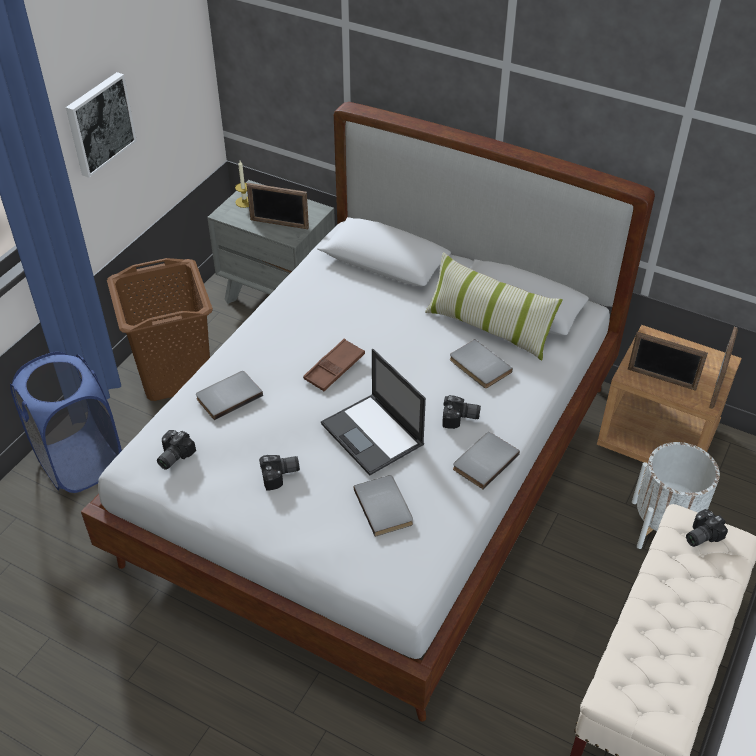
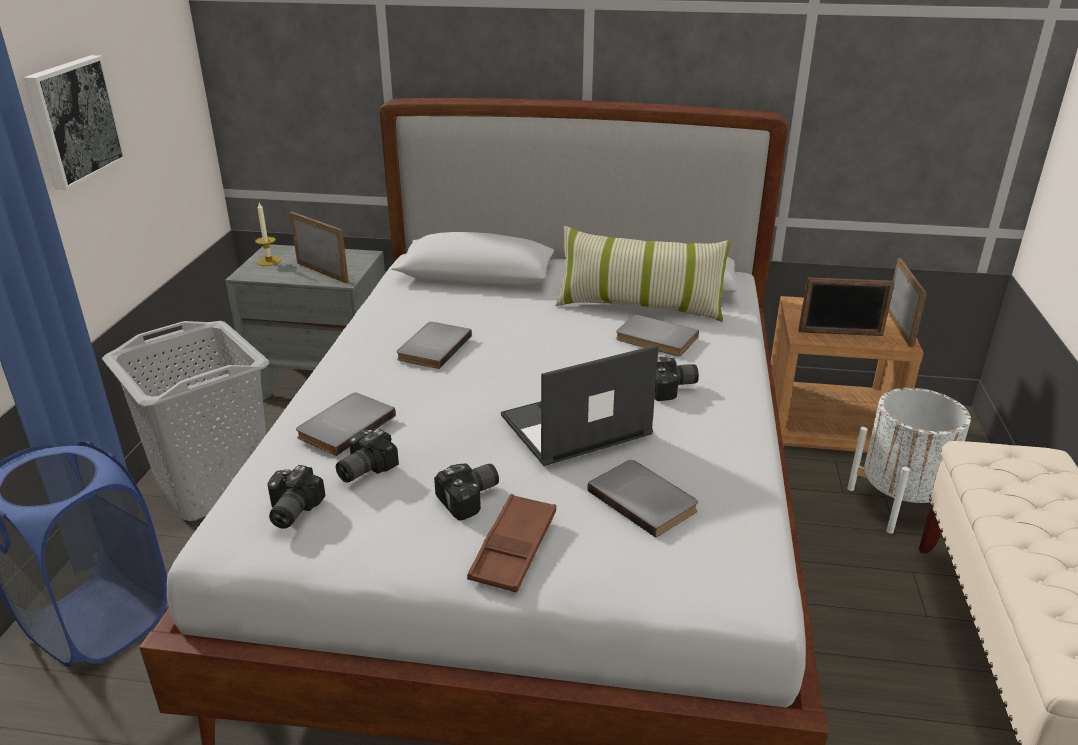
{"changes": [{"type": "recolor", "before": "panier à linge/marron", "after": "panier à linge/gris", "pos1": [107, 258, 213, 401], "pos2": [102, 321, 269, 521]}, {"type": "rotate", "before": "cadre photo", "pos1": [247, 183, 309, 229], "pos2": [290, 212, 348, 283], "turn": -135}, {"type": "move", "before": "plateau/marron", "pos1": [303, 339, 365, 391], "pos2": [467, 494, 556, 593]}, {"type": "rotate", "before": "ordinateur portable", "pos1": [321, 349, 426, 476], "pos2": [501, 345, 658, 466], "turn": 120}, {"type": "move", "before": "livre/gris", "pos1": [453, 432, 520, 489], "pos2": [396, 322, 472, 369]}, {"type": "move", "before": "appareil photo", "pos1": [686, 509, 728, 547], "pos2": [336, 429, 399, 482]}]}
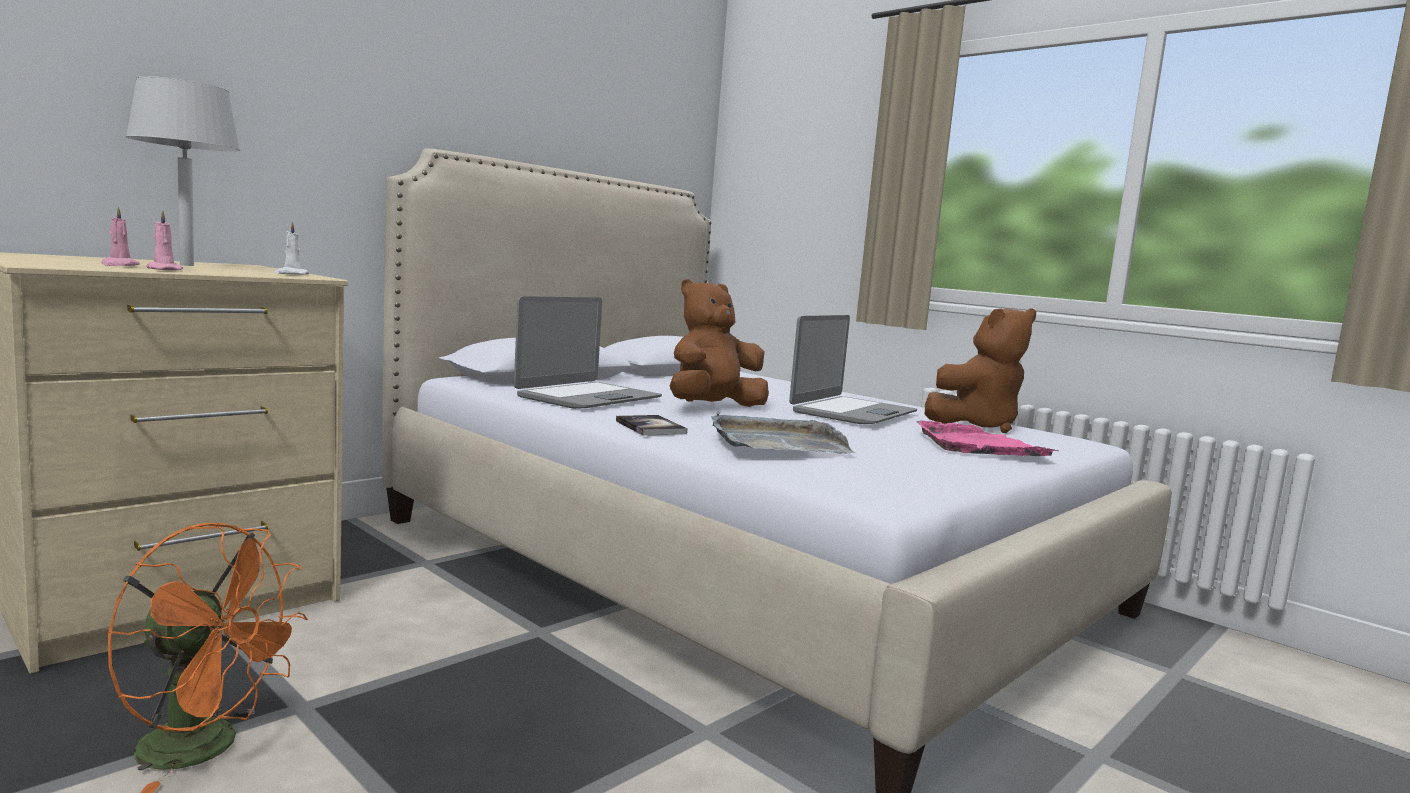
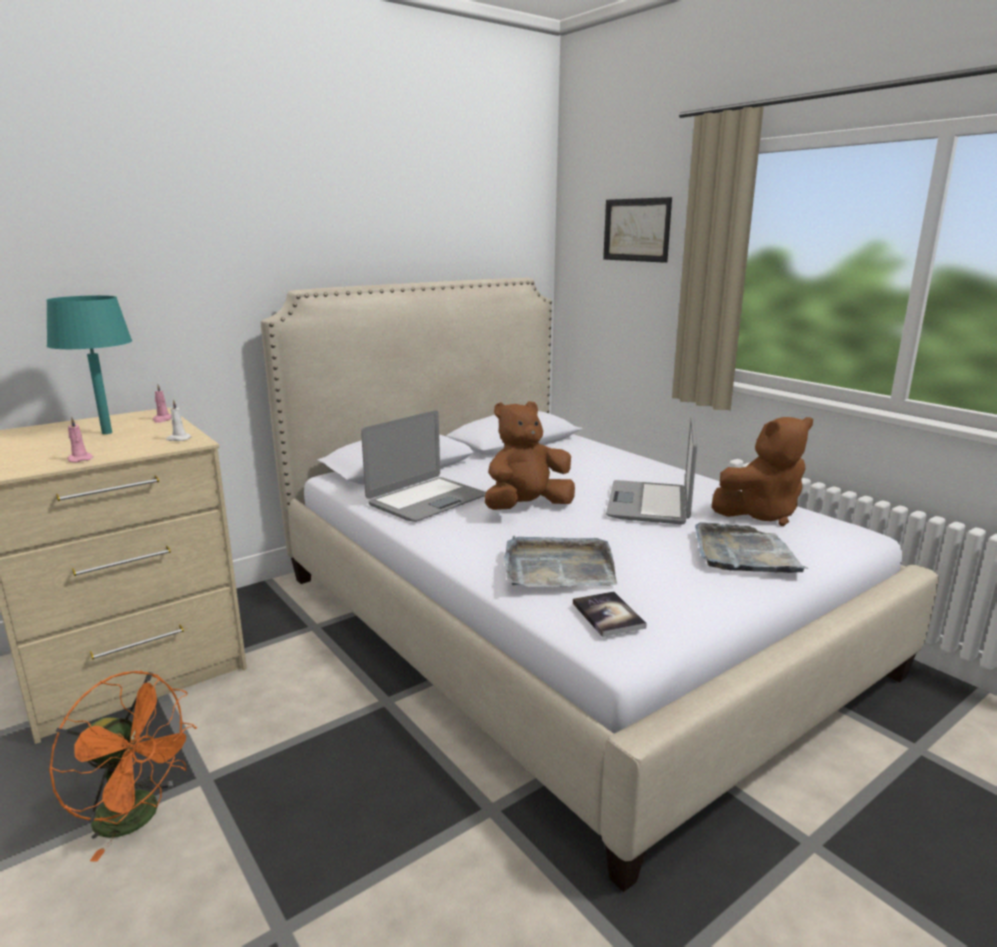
{"changes": [{"type": "move", "before": "bougie/rose", "pos1": [101, 207, 140, 266], "pos2": [152, 385, 172, 423]}, {"type": "recolor", "before": "lampe de table/gris", "after": "lampe de table/turquoise", "pos1": [126, 76, 240, 266], "pos2": [46, 295, 132, 434]}, {"type": "move", "before": "livre", "pos1": [616, 415, 687, 436], "pos2": [573, 592, 647, 637]}, {"type": "rotate", "before": "ordinateur portable", "pos1": [789, 315, 917, 424], "pos2": [606, 417, 697, 524], "turn": 150}, {"type": "recolor", "before": "plateau/rose", "after": "plateau/gris", "pos1": [916, 420, 1058, 456], "pos2": [695, 522, 808, 573]}, {"type": "insert", "after": "tableau", "pos2": [603, 197, 672, 263]}]}
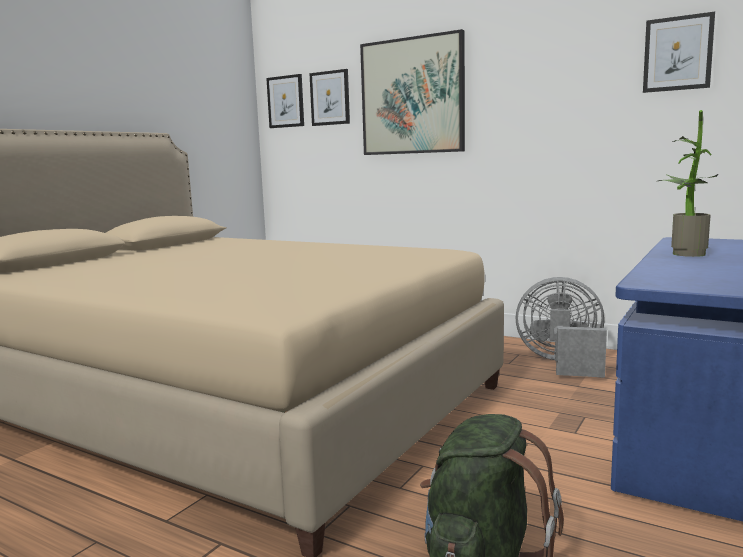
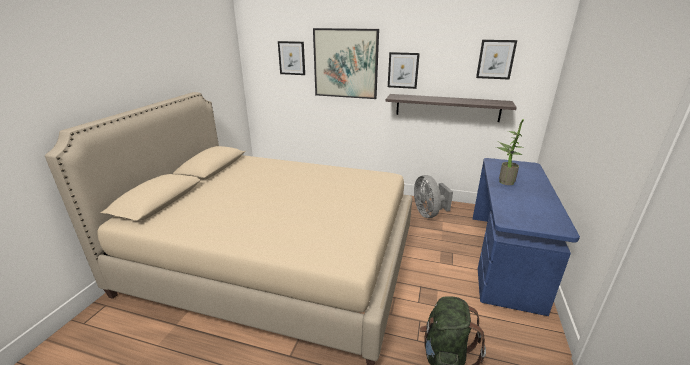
{"changes": [{"type": "move", "before": "tableau", "pos1": [266, 74, 304, 128], "pos2": [388, 52, 420, 89]}, {"type": "rotate", "before": "ventilateur/gris", "pos1": [516, 277, 607, 378], "pos2": [414, 175, 453, 218], "turn": -105}, {"type": "insert", "after": "étagère", "pos2": [386, 94, 517, 122]}]}
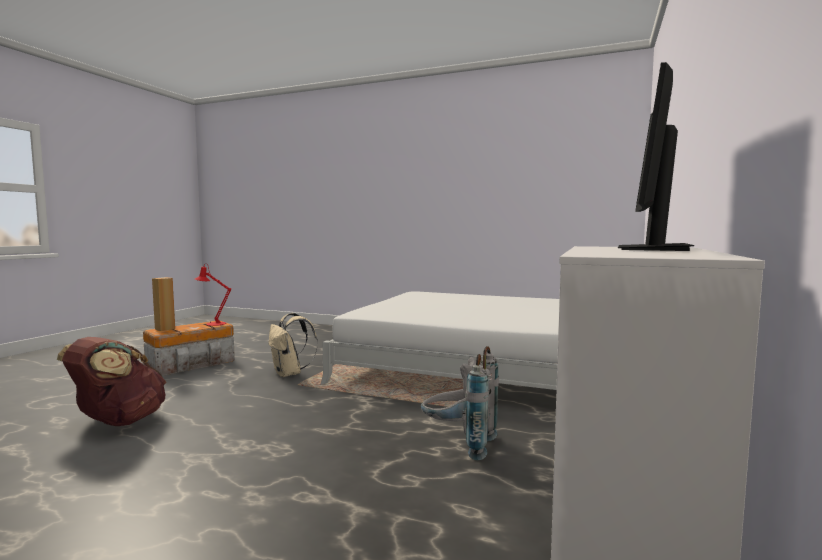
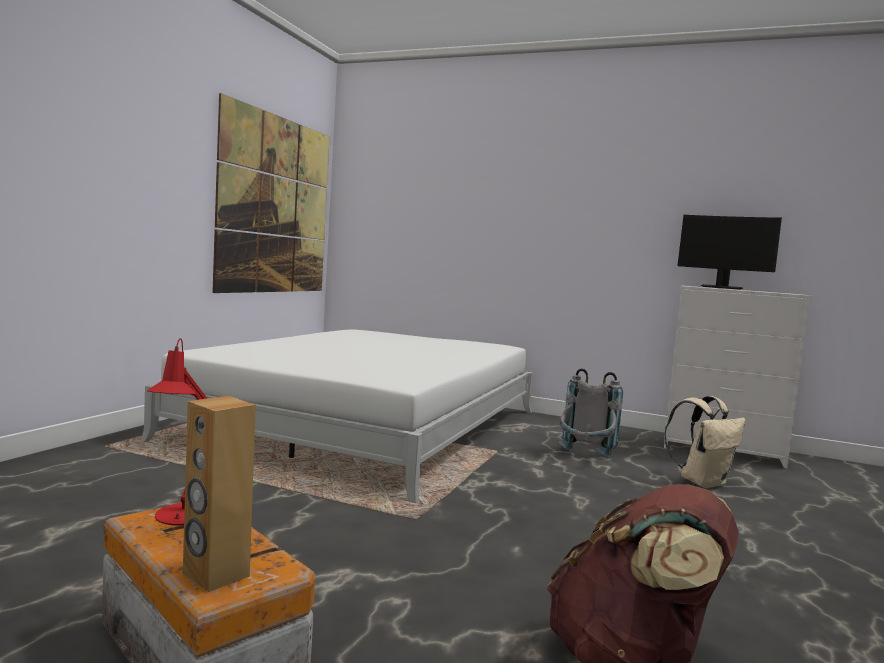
{"changes": [{"type": "move", "before": "sac à dos/beige", "pos1": [269, 313, 318, 377], "pos2": [664, 396, 746, 489]}, {"type": "insert", "after": "tableau", "pos2": [212, 93, 330, 293]}]}
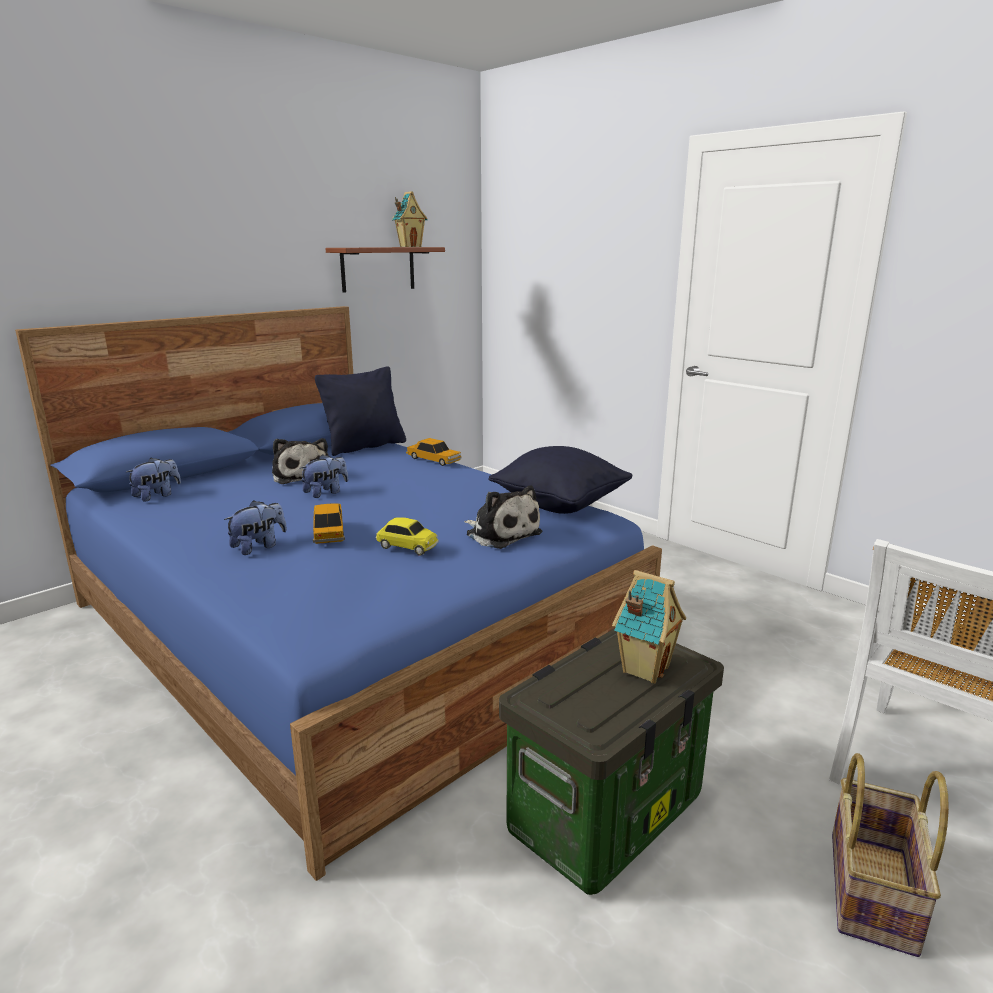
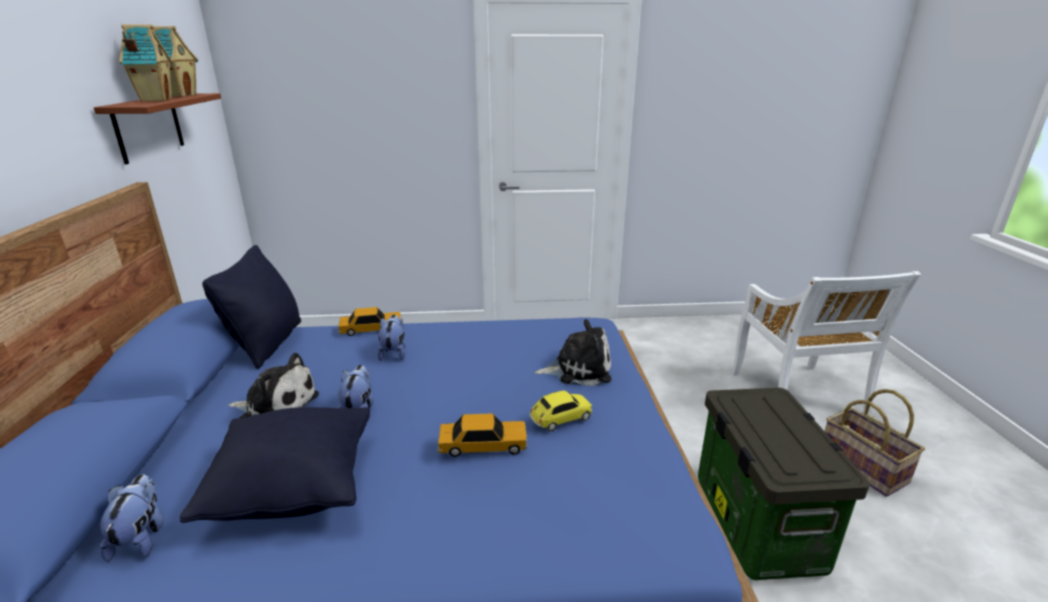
{"changes": [{"type": "move", "before": "peluche", "pos1": [224, 500, 287, 555], "pos2": [377, 315, 406, 361]}, {"type": "rotate", "before": "petite voiture", "pos1": [313, 503, 345, 544], "pos2": [438, 414, 527, 457], "turn": 150}, {"type": "move", "before": "coussin/noir", "pos1": [488, 446, 633, 514], "pos2": [180, 407, 370, 523]}, {"type": "move", "before": "maison miniature", "pos1": [612, 570, 686, 683], "pos2": [119, 24, 172, 101]}]}
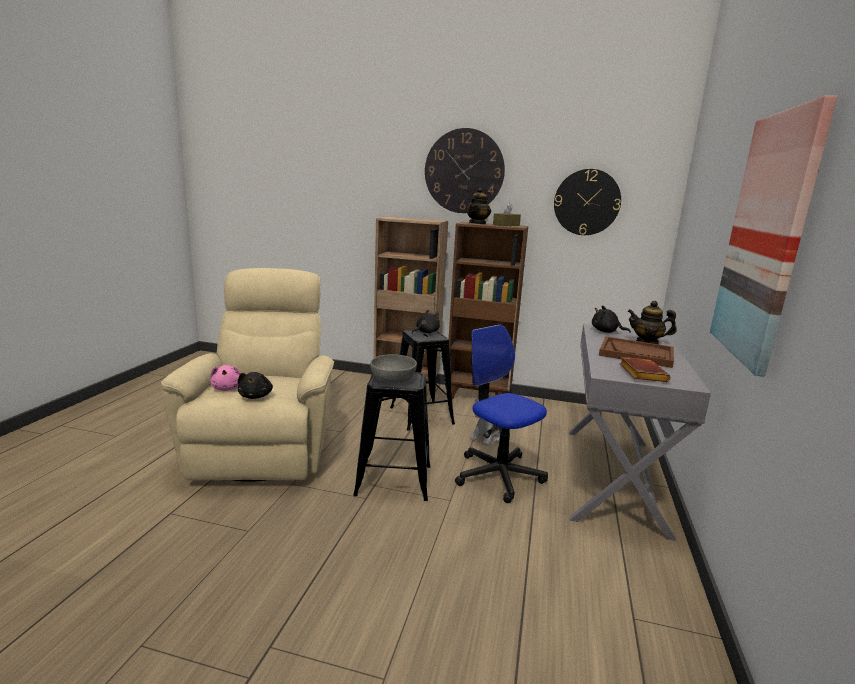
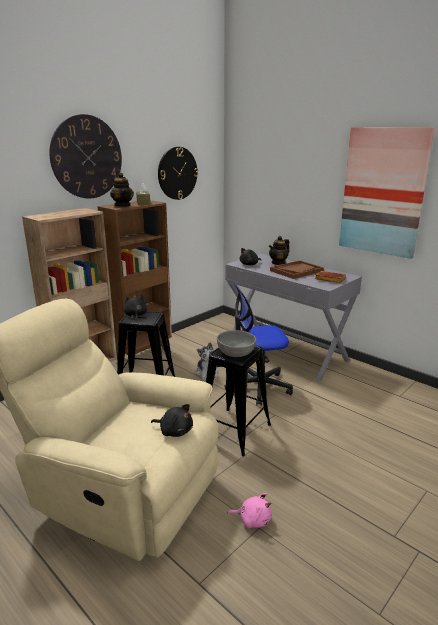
{"changes": [{"type": "move", "before": "peluche/rose", "pos1": [210, 365, 241, 391], "pos2": [228, 493, 272, 528]}]}
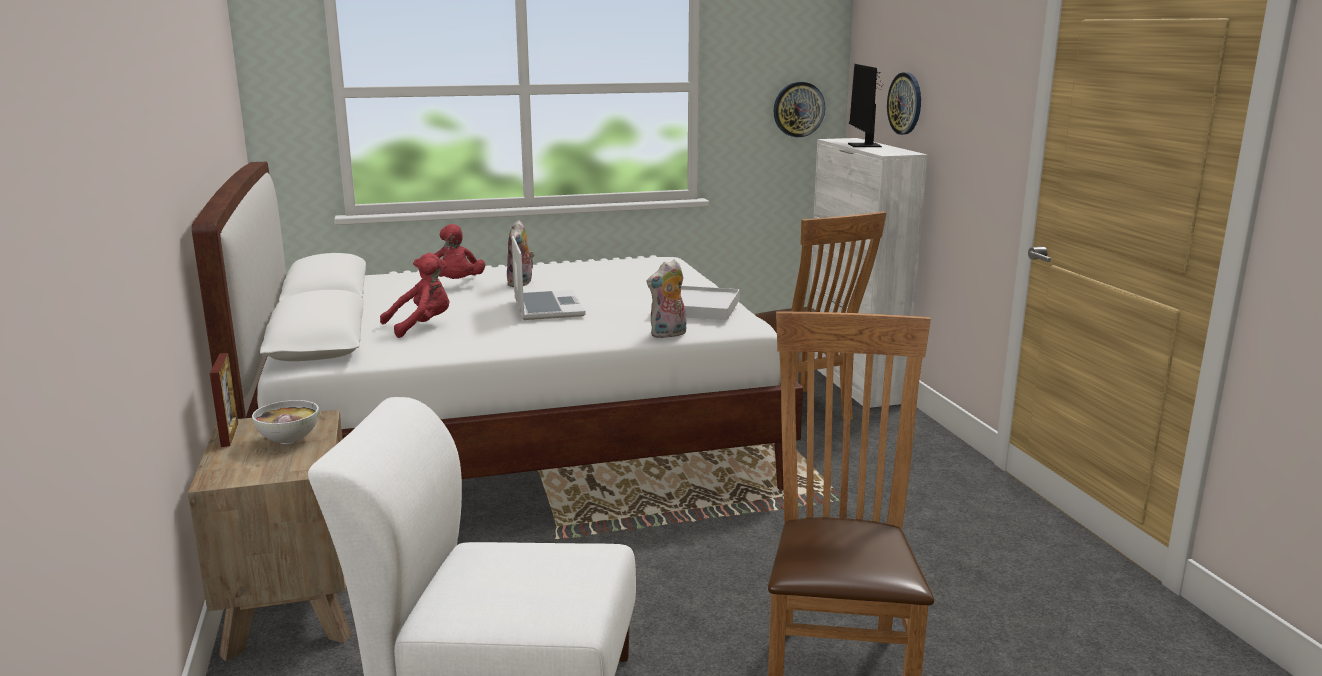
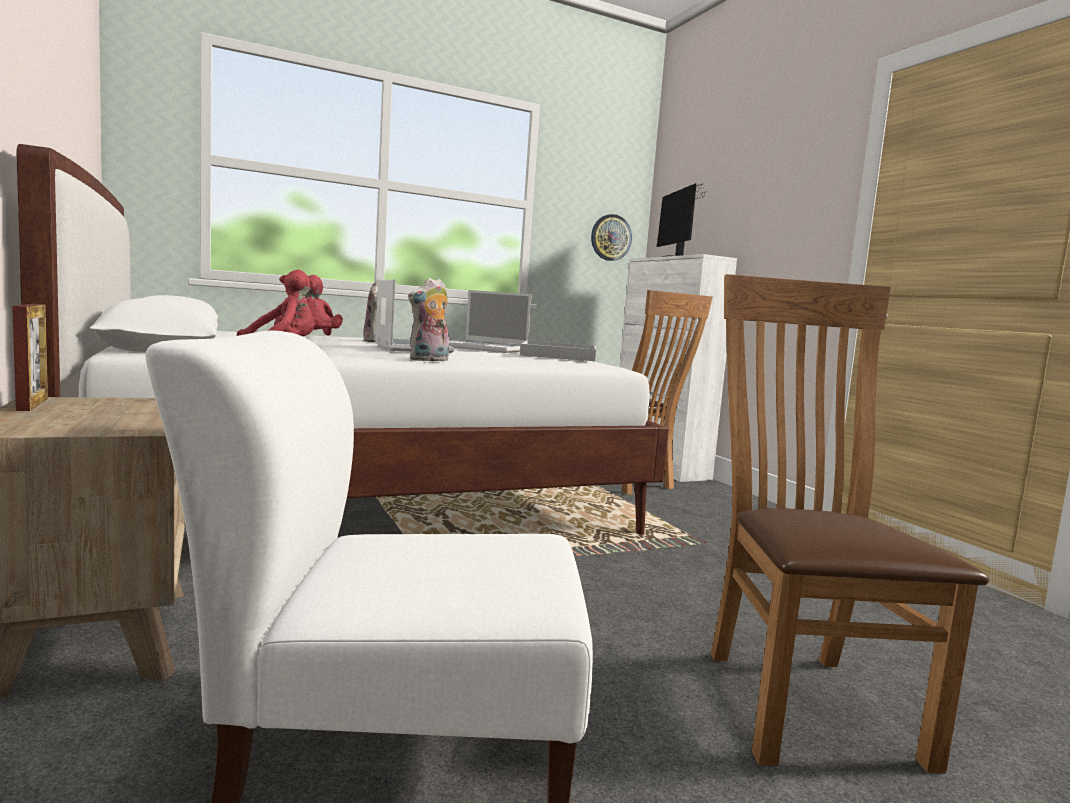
{"changes": [{"type": "delete", "before": "bol", "pos1": [252, 400, 319, 444]}, {"type": "move", "before": "peluche", "pos1": [647, 259, 686, 338], "pos2": [408, 278, 449, 361]}, {"type": "delete", "before": "horloge murale", "pos1": [887, 72, 921, 135]}, {"type": "insert", "after": "ordinateur portable", "pos2": [449, 290, 532, 353]}]}
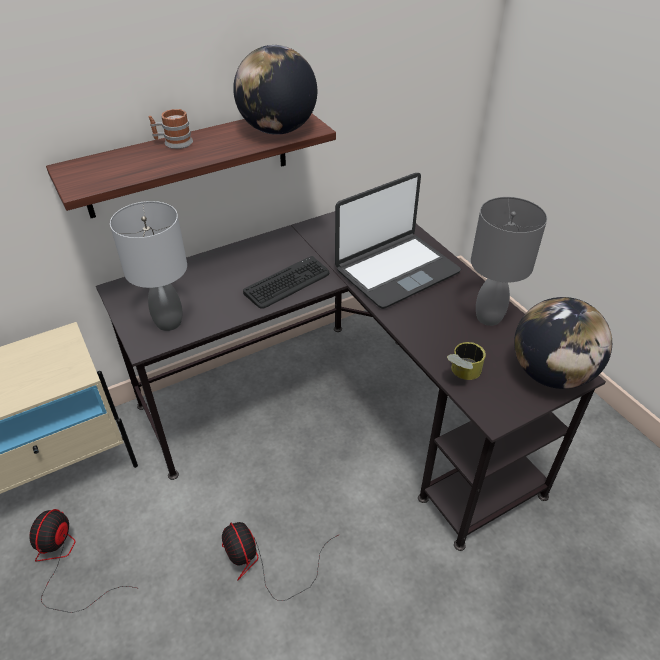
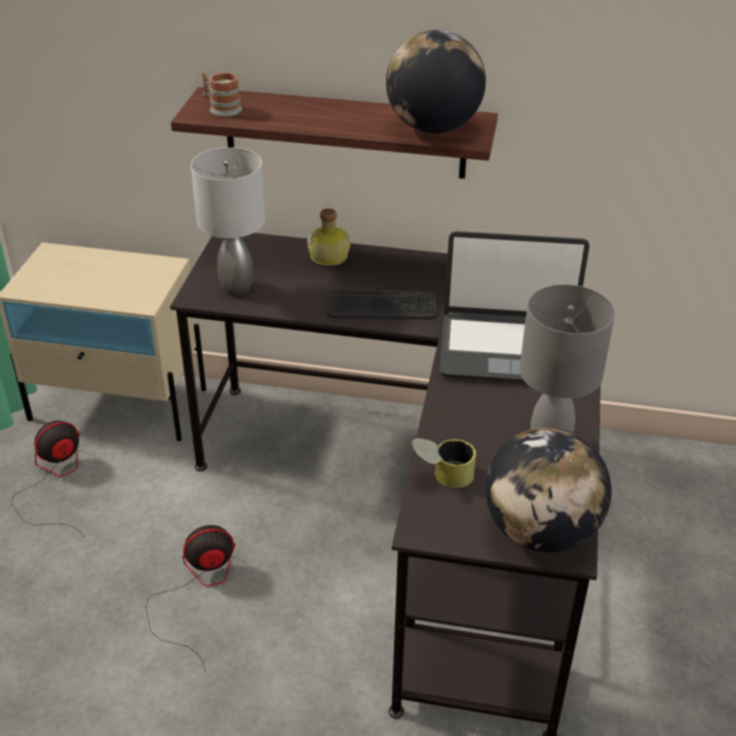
{"changes": [{"type": "move", "before": "mug", "pos1": [148, 109, 193, 149], "pos2": [202, 73, 242, 117]}, {"type": "rotate", "before": "ventilateur", "pos1": [222, 522, 338, 601], "pos2": [146, 525, 235, 673], "turn": 60}, {"type": "insert", "after": "bouteille", "pos2": [307, 208, 350, 266]}]}
